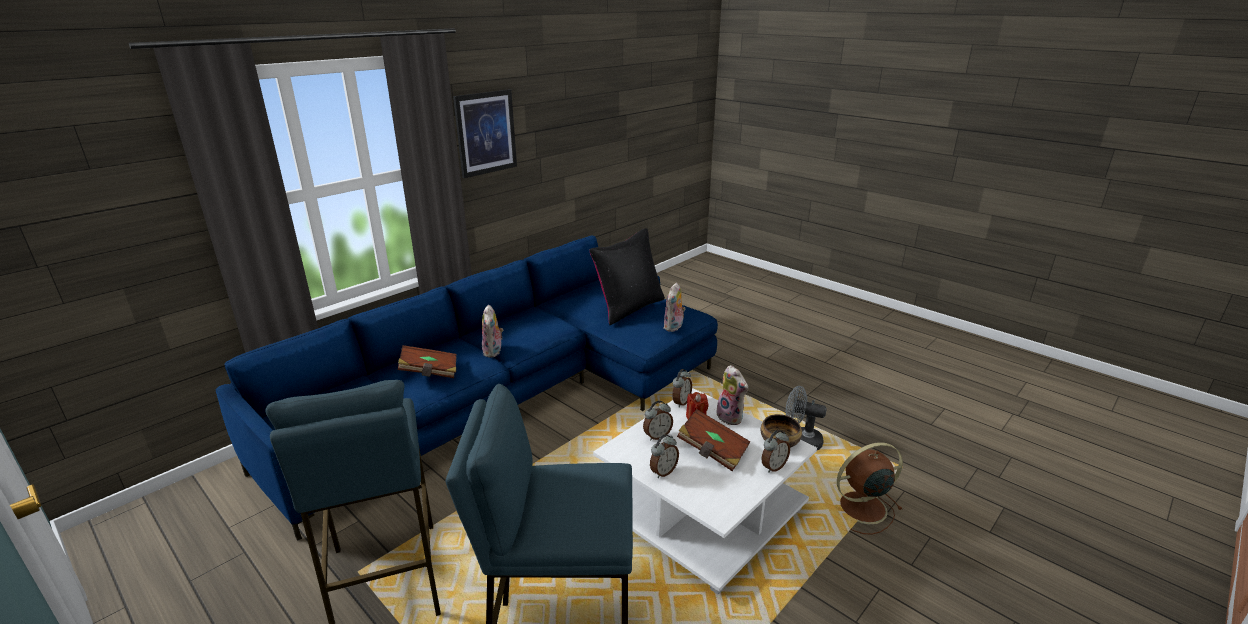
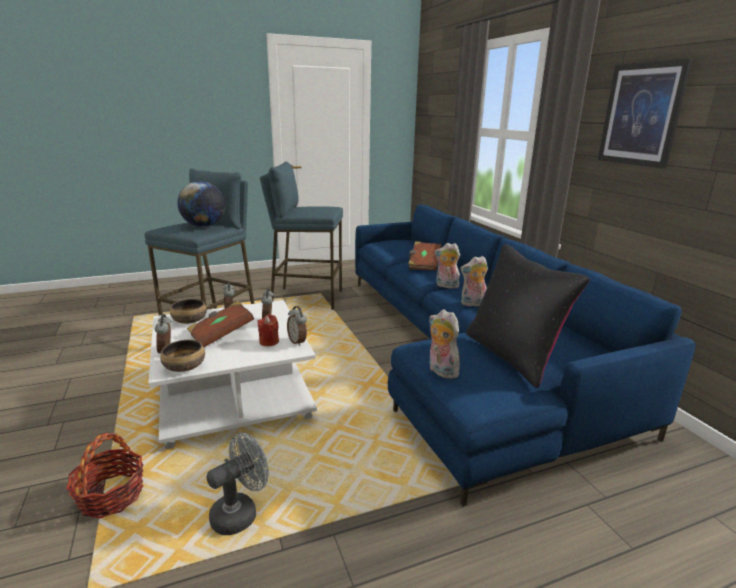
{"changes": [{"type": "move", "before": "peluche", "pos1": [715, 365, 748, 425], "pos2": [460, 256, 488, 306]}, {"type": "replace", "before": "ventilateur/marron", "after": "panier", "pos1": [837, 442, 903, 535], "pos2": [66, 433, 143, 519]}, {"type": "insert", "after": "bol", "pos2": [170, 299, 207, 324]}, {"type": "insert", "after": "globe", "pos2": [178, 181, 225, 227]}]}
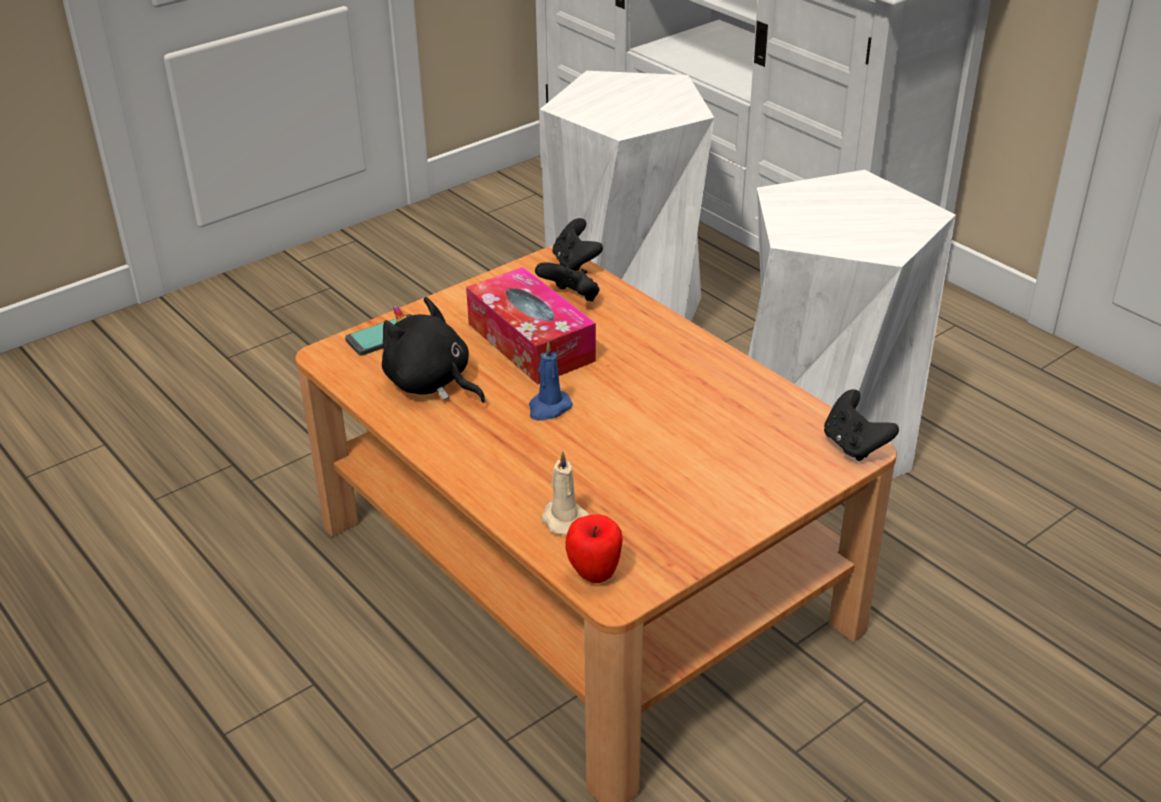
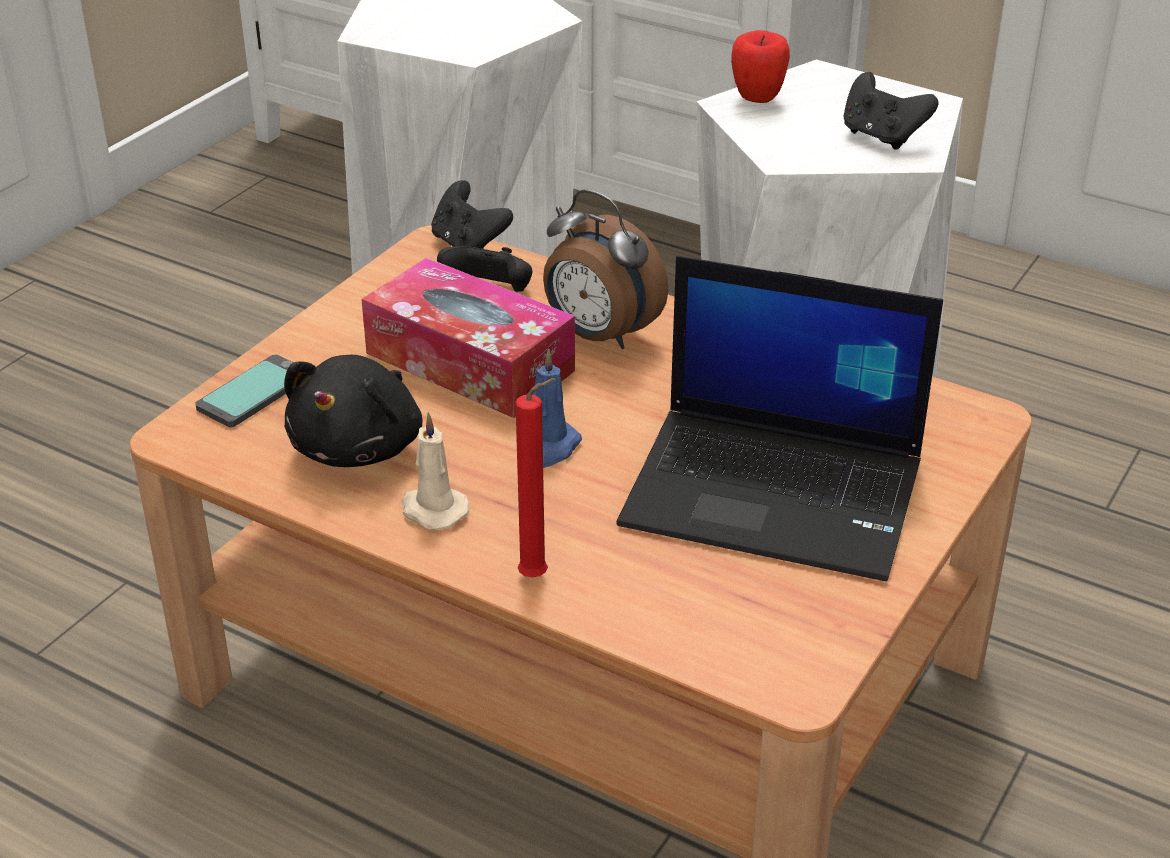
{"changes": [{"type": "rotate", "before": "peluche/noir", "pos1": [382, 297, 485, 403], "pos2": [284, 355, 422, 467], "turn": -90}, {"type": "move", "before": "bougie/beige", "pos1": [541, 451, 589, 535], "pos2": [402, 412, 470, 530]}, {"type": "move", "before": "pomme", "pos1": [565, 514, 623, 583], "pos2": [731, 30, 790, 103]}, {"type": "move", "before": "manette/noir", "pos1": [824, 389, 899, 461], "pos2": [843, 72, 938, 150]}, {"type": "insert", "after": "bougie/rouge", "pos2": [515, 378, 556, 577]}, {"type": "insert", "after": "réveil", "pos2": [543, 189, 669, 349]}, {"type": "insert", "after": "ordinateur portable", "pos2": [616, 256, 943, 581]}]}
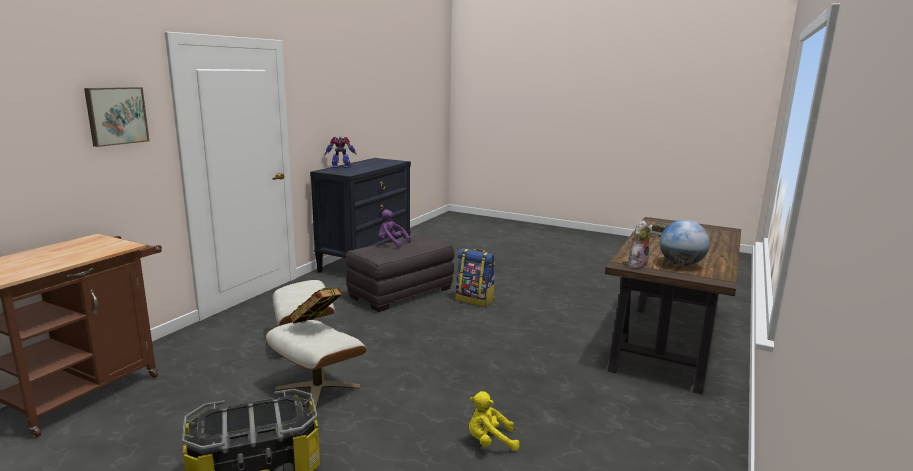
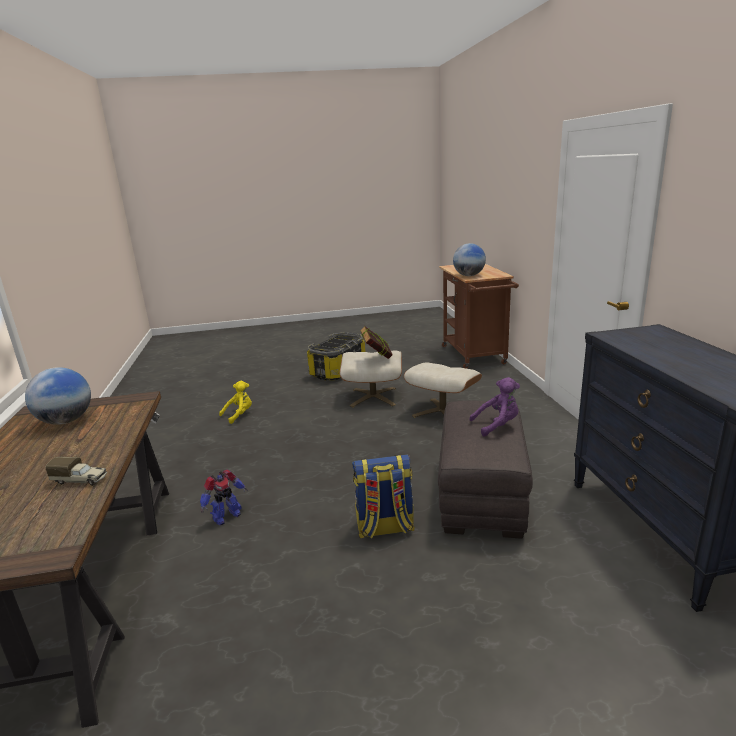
{"changes": [{"type": "delete", "before": "tableau", "pos1": [84, 87, 149, 147]}, {"type": "move", "before": "robot jouet", "pos1": [325, 137, 357, 168], "pos2": [200, 470, 248, 525]}, {"type": "delete", "before": "peluche", "pos1": [628, 220, 650, 268]}, {"type": "insert", "after": "globe", "pos2": [453, 243, 486, 276]}]}
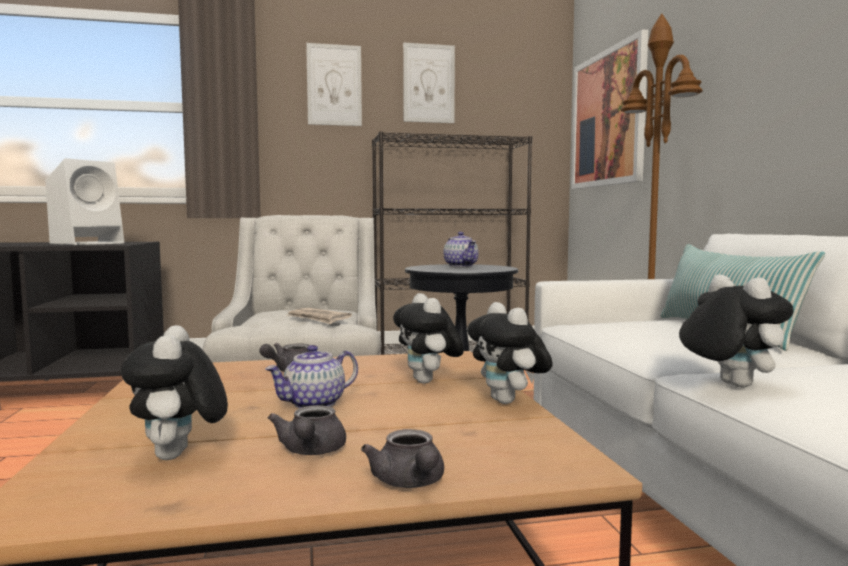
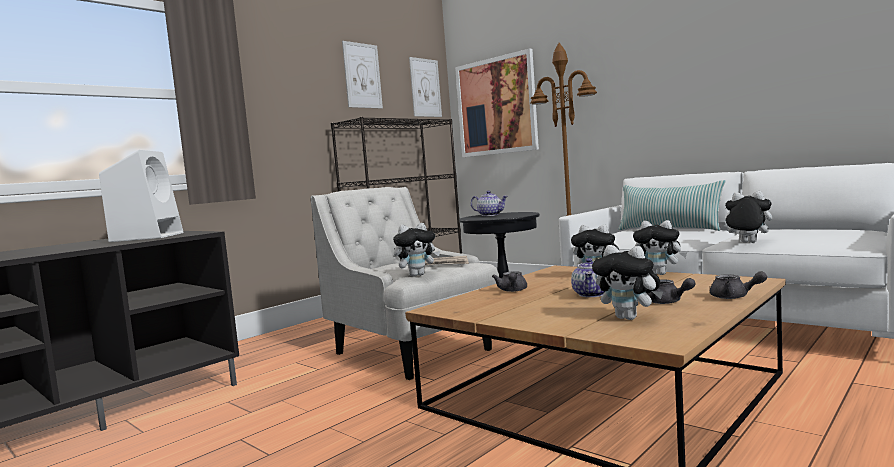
{"changes": [{"type": "move", "before": "tableau", "pos1": [306, 43, 362, 126], "pos2": [409, 57, 442, 117]}, {"type": "insert", "after": "peluche", "pos2": [393, 223, 440, 277]}]}
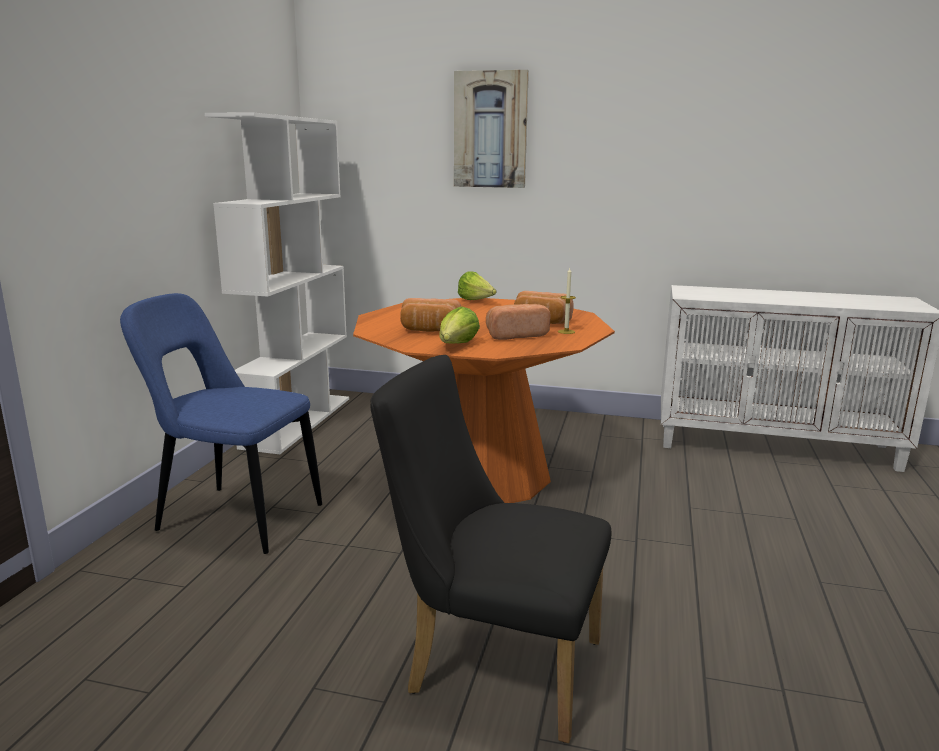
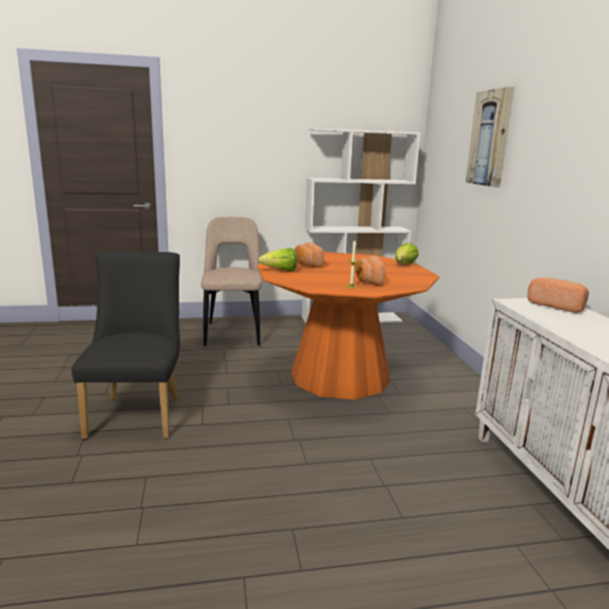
{"changes": [{"type": "recolor", "before": "chaise/bleu", "after": "chaise/beige", "pos1": [120, 293, 322, 554], "pos2": [201, 217, 262, 346]}, {"type": "move", "before": "pain", "pos1": [486, 304, 550, 340], "pos2": [527, 277, 589, 313]}]}
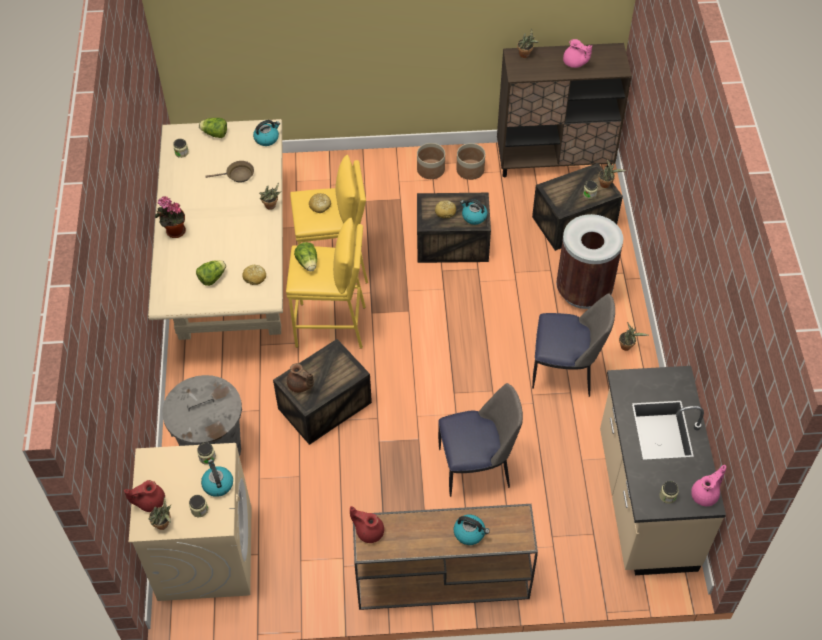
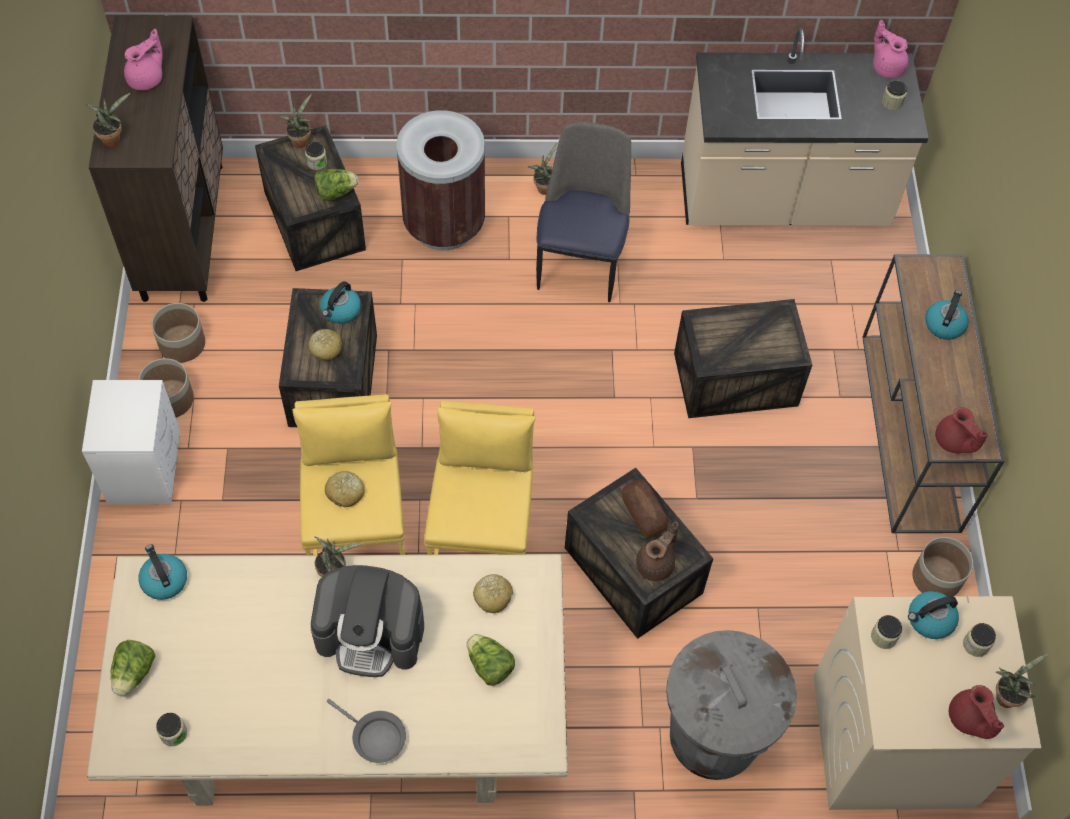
{"changes": [{"type": "replace", "before": "plante en pot", "after": "poêle/gris", "pos1": [155, 196, 186, 238], "pos2": [327, 699, 406, 763]}, {"type": "delete", "before": "poêle/marron", "pos1": [205, 161, 254, 183]}, {"type": "move", "before": "laitue", "pos1": [294, 242, 317, 271], "pos2": [314, 169, 358, 201]}, {"type": "rotate", "before": "théière/rouge", "pos1": [350, 506, 384, 543], "pos2": [935, 407, 988, 453], "turn": -60}, {"type": "replace", "before": "chaise", "after": "caisse", "pos1": [438, 383, 523, 497], "pos2": [674, 299, 812, 418]}, {"type": "insert", "after": "table de chevet/blanc", "pos2": [82, 380, 180, 505]}, {"type": "insert", "after": "machine à café", "pos2": [311, 565, 424, 677]}, {"type": "insert", "after": "pain", "pos2": [622, 480, 668, 538]}, {"type": "insert", "after": "cache-pot", "pos2": [912, 537, 973, 596]}]}
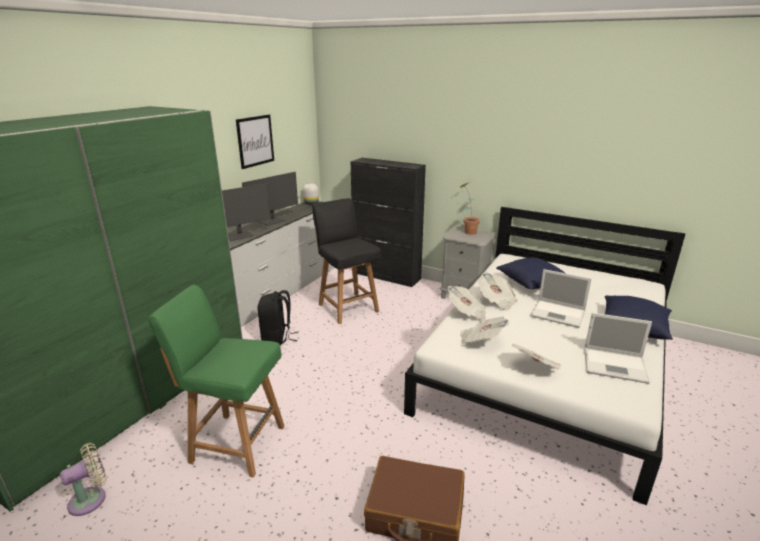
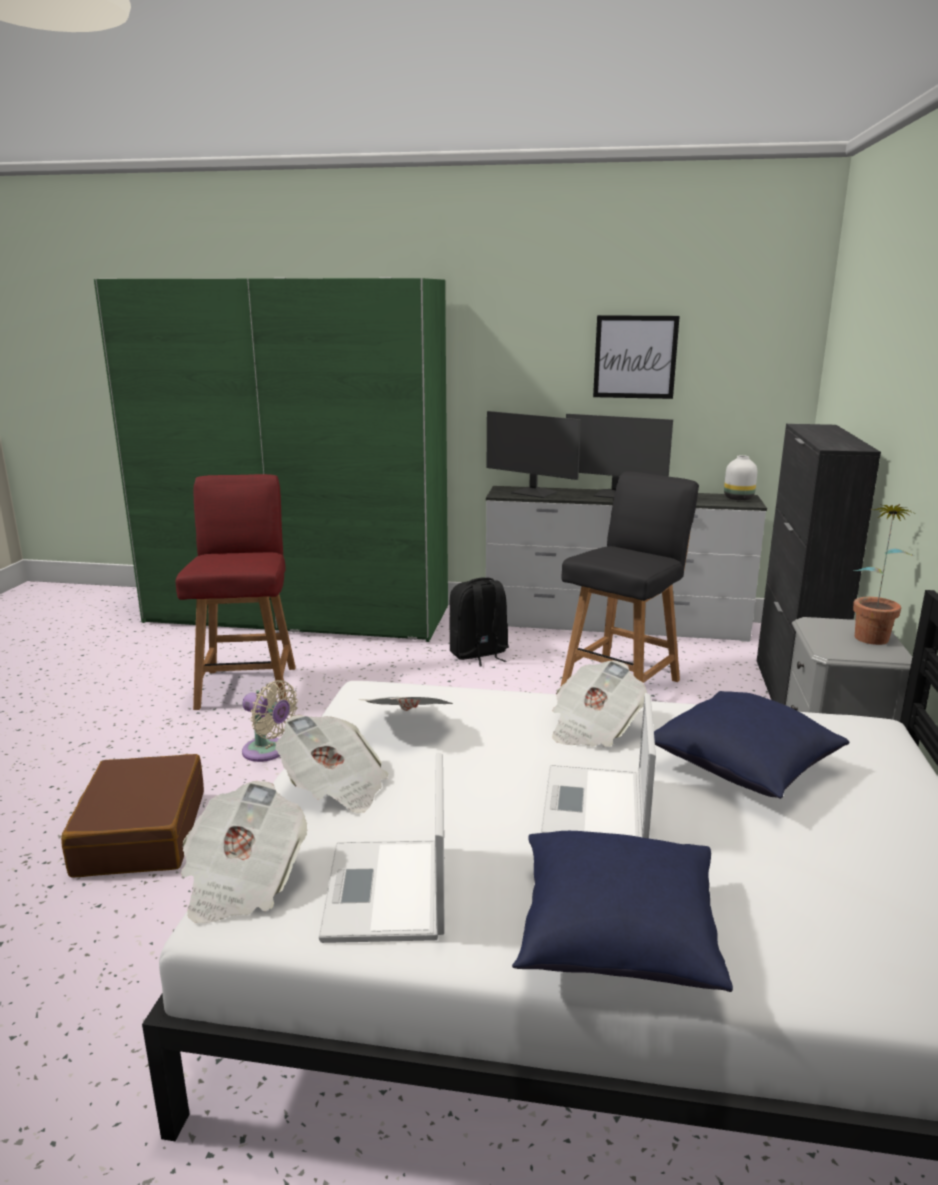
{"changes": [{"type": "move", "before": "ventilateur/beige", "pos1": [60, 443, 107, 516], "pos2": [242, 680, 298, 762]}, {"type": "recolor", "before": "chaise/vert", "after": "chaise/rouge", "pos1": [148, 285, 285, 477], "pos2": [176, 474, 296, 710]}, {"type": "move", "before": "journal", "pos1": [448, 286, 486, 321], "pos2": [181, 781, 307, 923]}]}
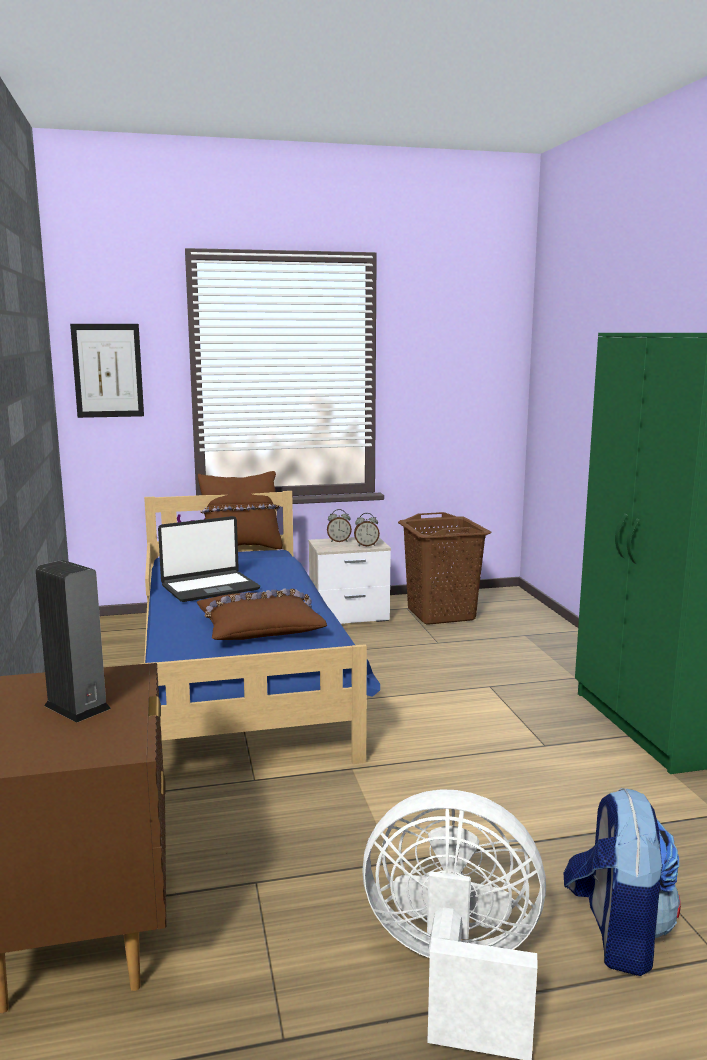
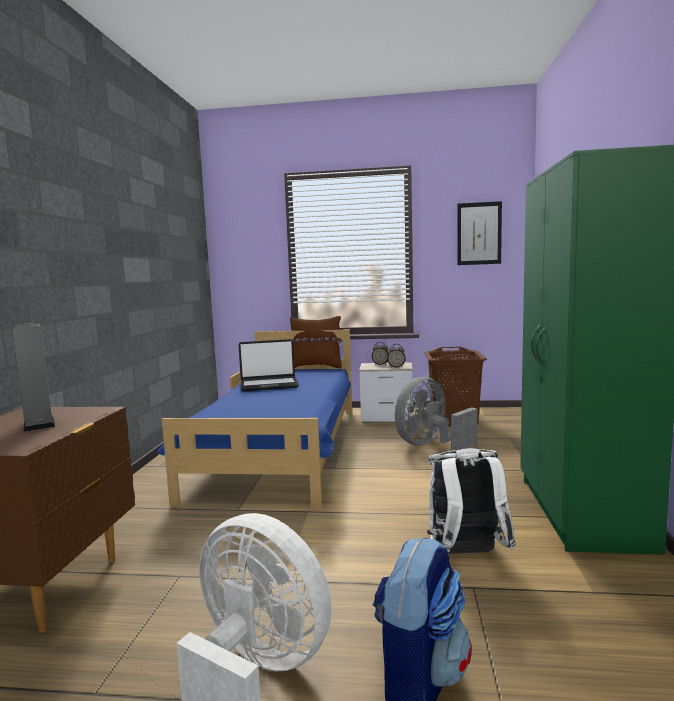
{"changes": [{"type": "move", "before": "tableau", "pos1": [70, 324, 144, 418], "pos2": [457, 201, 502, 265]}, {"type": "delete", "before": "coussin/marron", "pos1": [197, 588, 327, 640]}, {"type": "insert", "after": "ventilateur/gris", "pos2": [395, 377, 477, 451]}, {"type": "insert", "after": "sac à dos/blanc", "pos2": [427, 448, 516, 554]}]}
